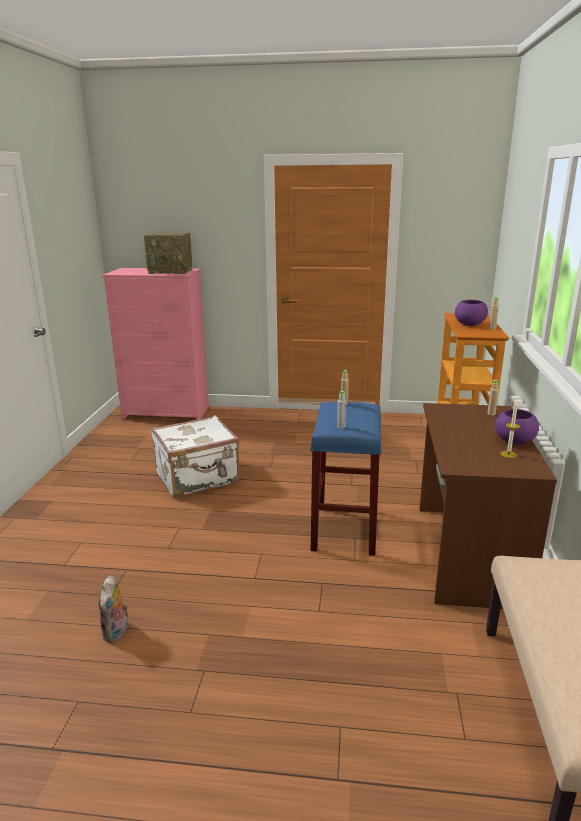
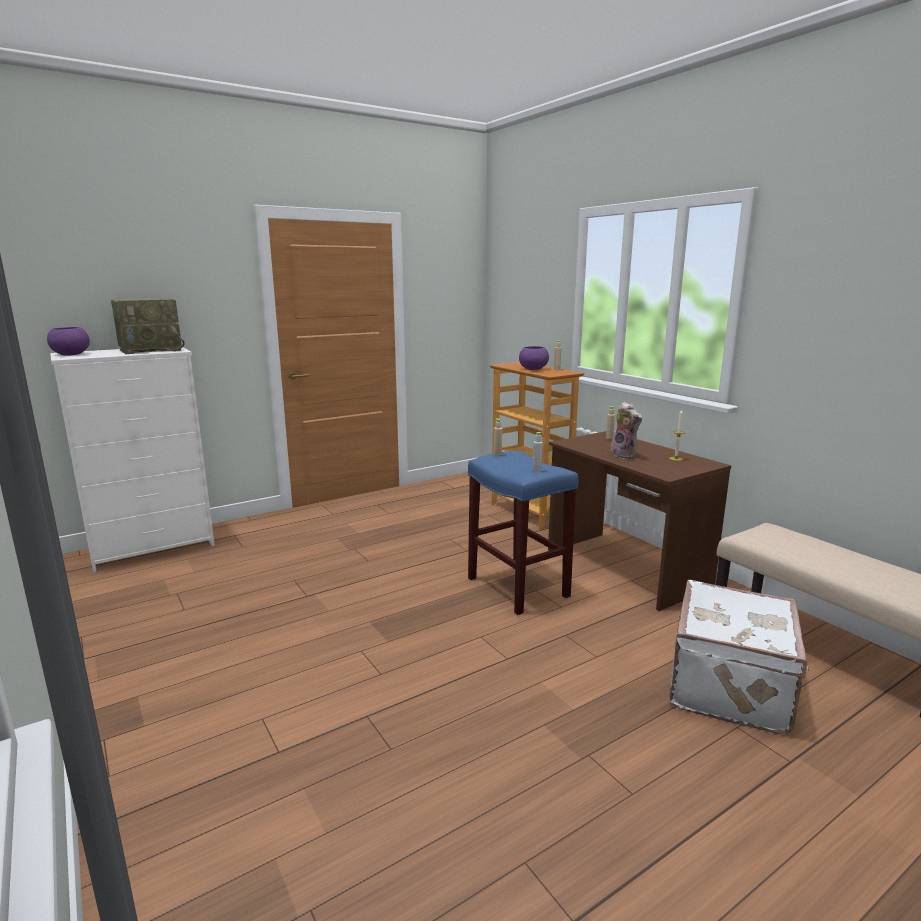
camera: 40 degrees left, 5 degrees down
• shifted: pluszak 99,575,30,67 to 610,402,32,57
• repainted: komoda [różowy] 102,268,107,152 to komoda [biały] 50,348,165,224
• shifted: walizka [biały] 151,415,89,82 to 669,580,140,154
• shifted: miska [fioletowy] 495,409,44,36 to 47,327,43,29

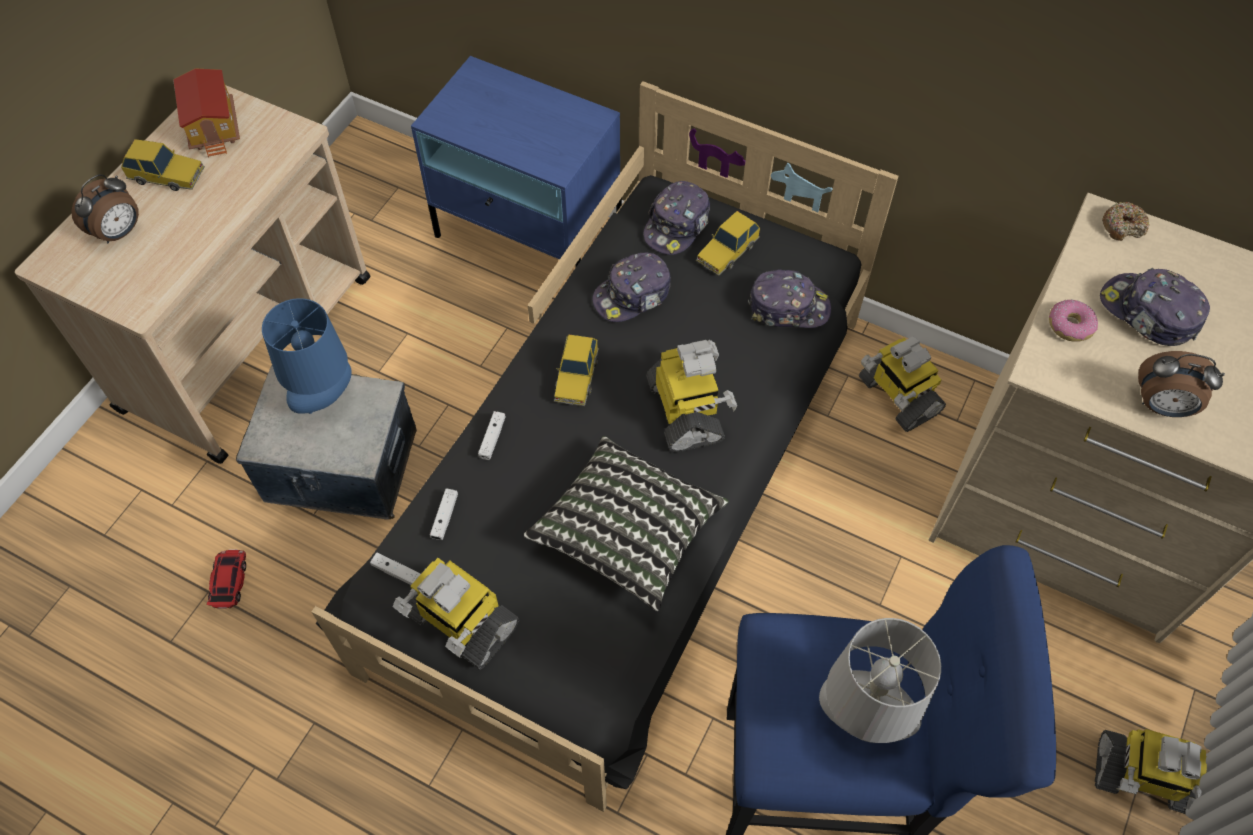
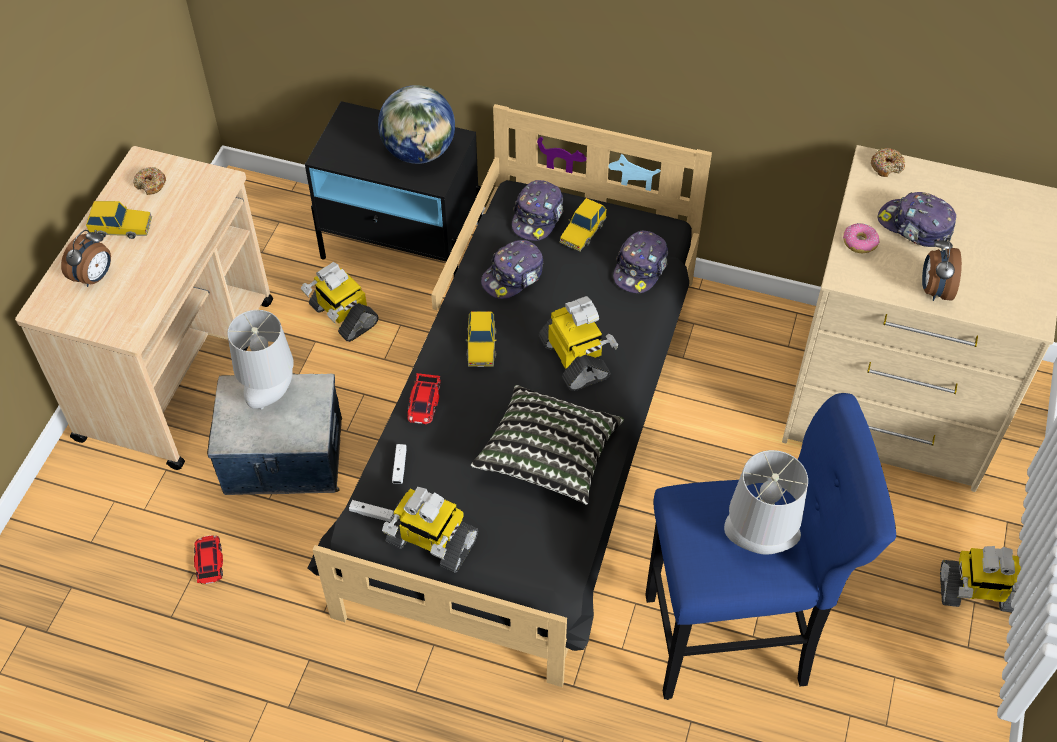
camera: 10 degrees left, 5 degrees down
• swapped: domek 173,68,67,90 to donut 133,167,33,28
• repainted: lampa stołowa [niebieski] 262,298,90,116 to lampa stołowa [szary] 227,310,67,100
• repainted: szafka nocna [niebieski] 411,56,211,211 to szafka nocna [czarny] 305,101,177,175
• swapped: pad do gier [biały] 478,411,28,49 to samochodzik 407,373,34,51
• rotated: czapka z daszkiem 748,270,83,58 = 613,231,55,62 120 degrees clockwise
• shifted: robot zabawkowy 859,336,87,96 to 301,262,78,80
• rotated: budzik 1138,351,87,66 = 922,237,40,64 90 degrees clockwise
• new: globus 378,85,77,79

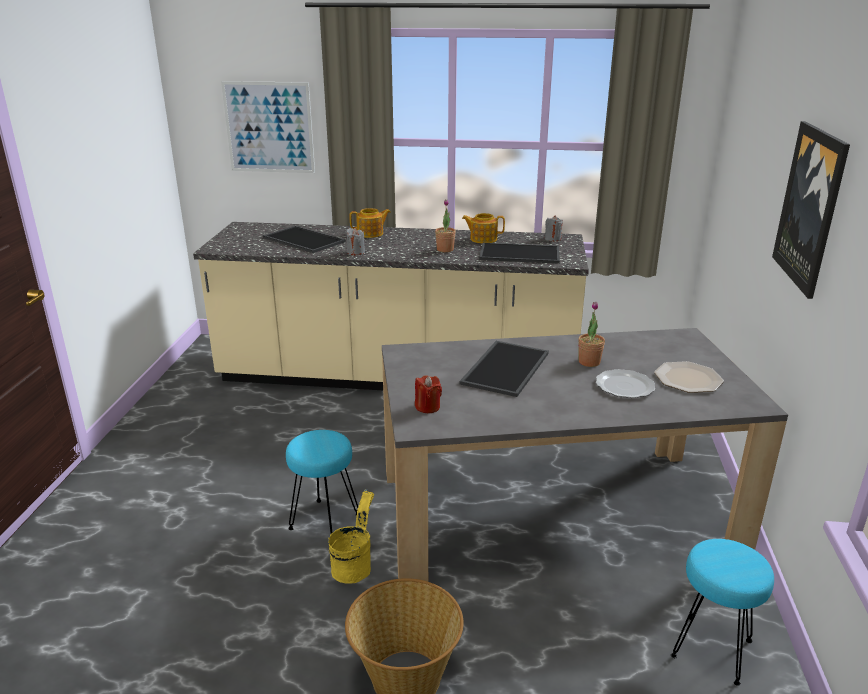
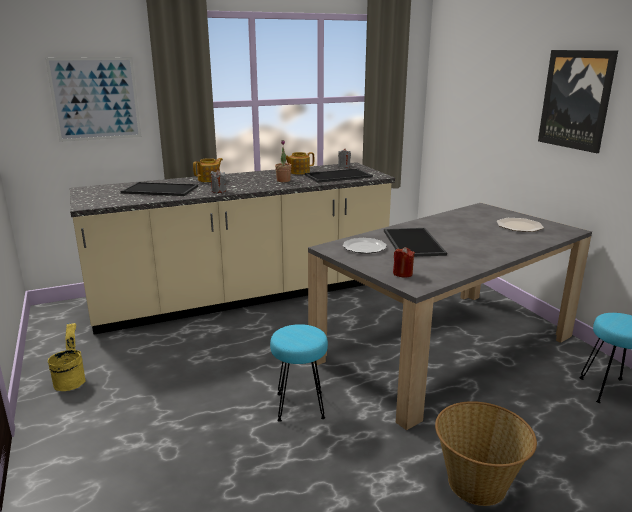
camera: 30 degrees left, 5 degrees down
• shifted: wiadro [żółty] 328,489,46,95 to 48,323,38,68
• gone: roślina doniczkowa 578,302,27,65
• shifted: talerz 596,369,59,29 to 343,238,44,16

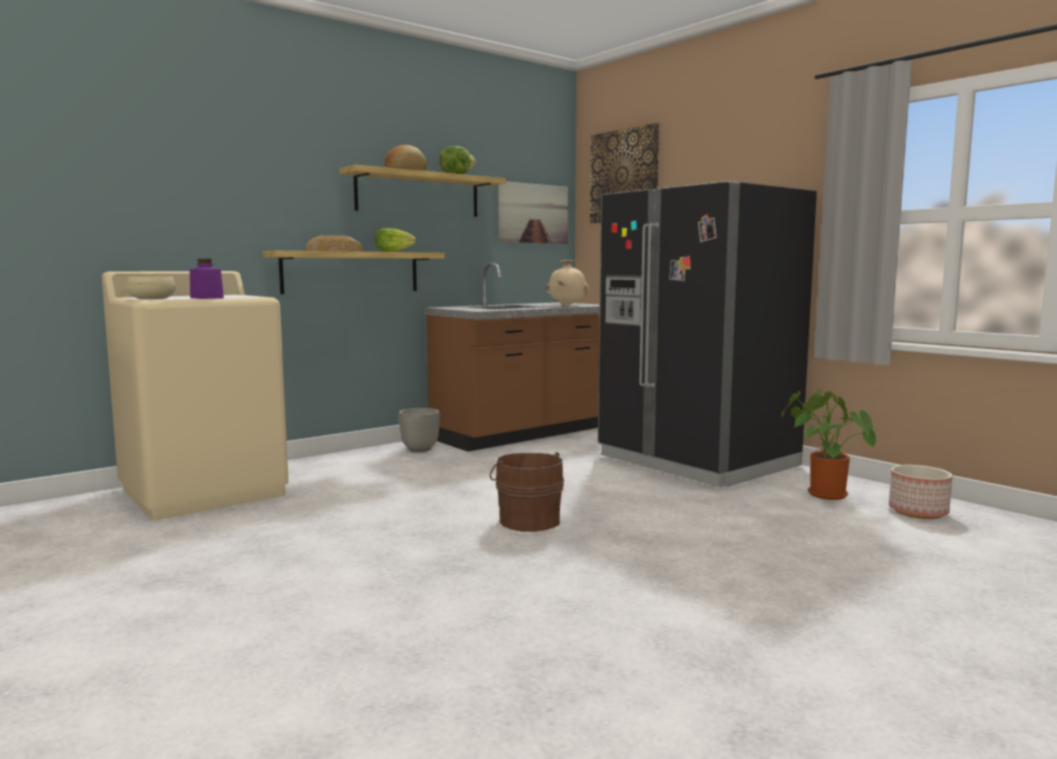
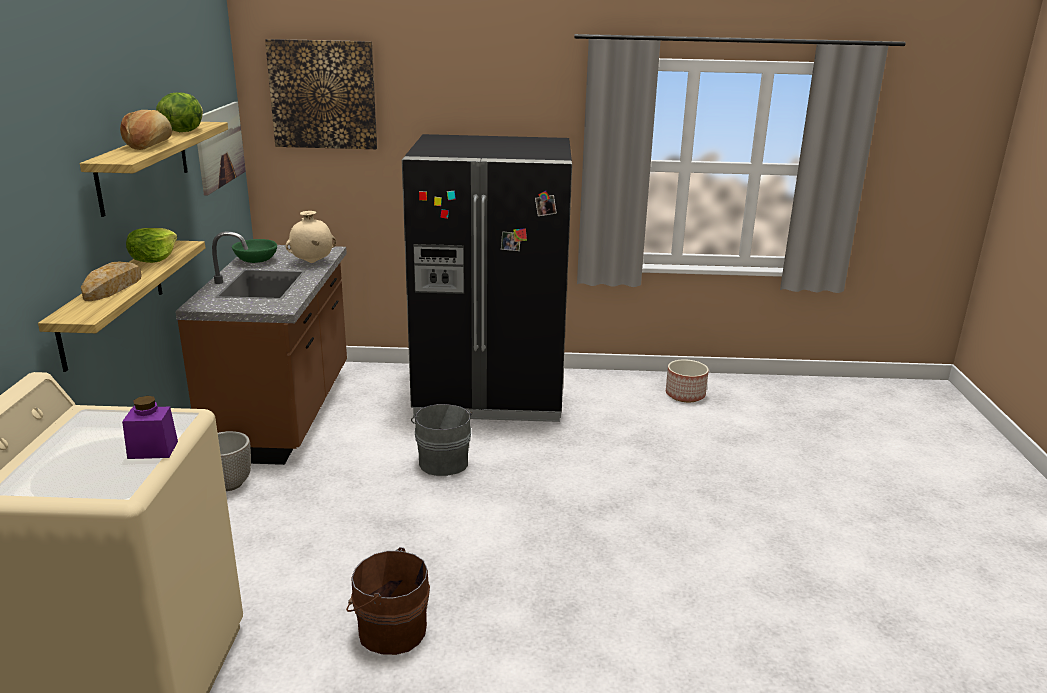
camera: 50 degrees left, 15 degrees up
• gone: miska [beżowy] 126,276,50,24
• shifted: wiadro [brązowy] 490,452,74,80 to 346,547,84,108
• gone: roślina doniczkowa 781,389,95,111
• new: miska [zielony] 232,239,45,24
• new: wiadro [szary] 411,404,62,72

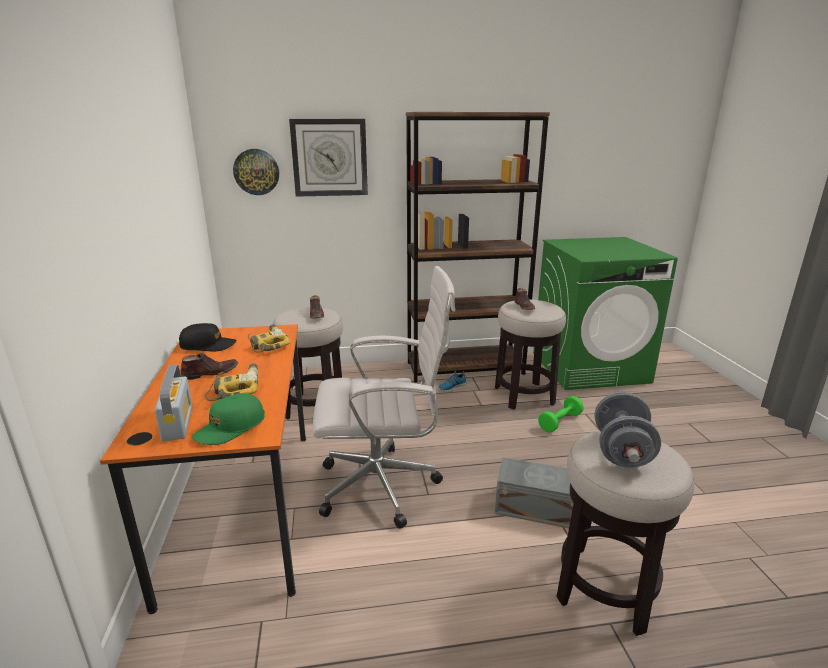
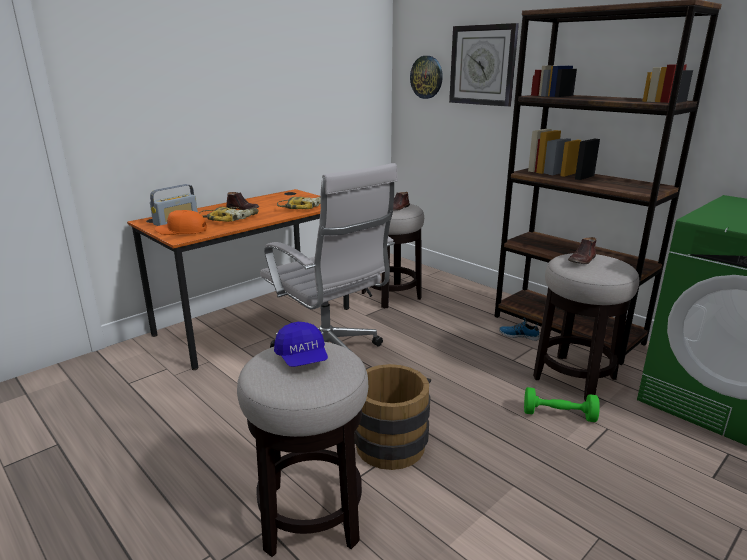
camera: 55 degrees right, 0 degrees up
• gone: czapka z daszkiem [czarny] 179,323,58,29
• repainted: czapka z daszkiem [zielony] 191,393,74,52 to czapka z daszkiem [pomarańczowy] 155,210,52,25
• swapped: pojemnik do przechowywania [szary] 495,457,79,71 to wiadro [brązowy] 354,364,77,106
• swapped: hantel [szary] 595,392,66,76 to czapka z daszkiem [niebieski] 274,322,54,45

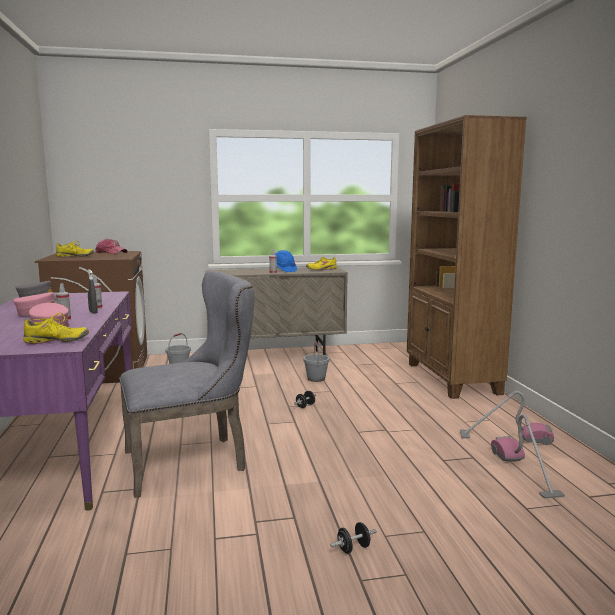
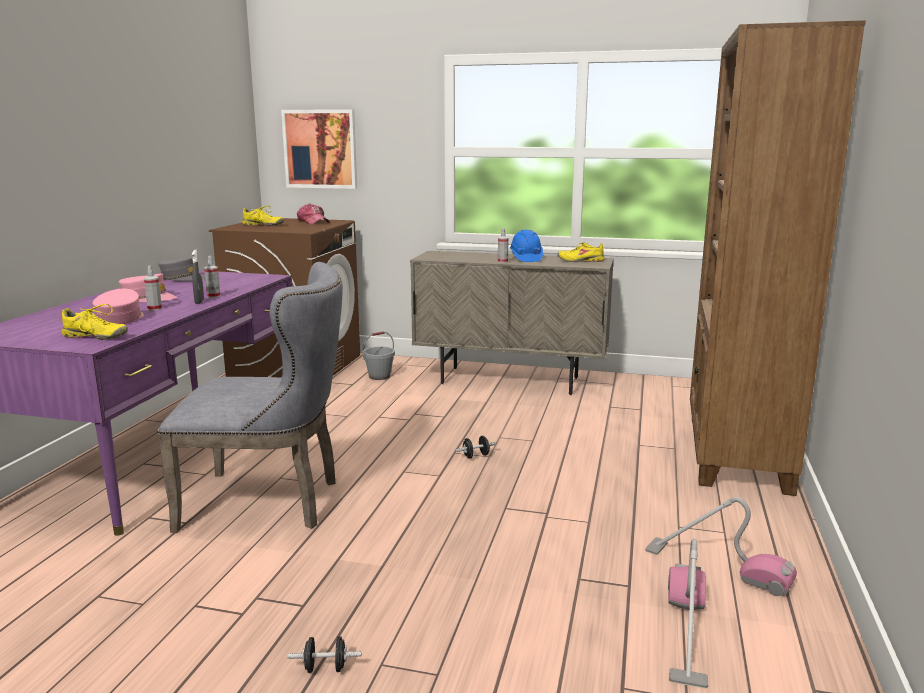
camera: 25 degrees right, 5 degrees up
• gone: wiadro [szary] 303,341,27,41
• new: obraz 281,109,76,80

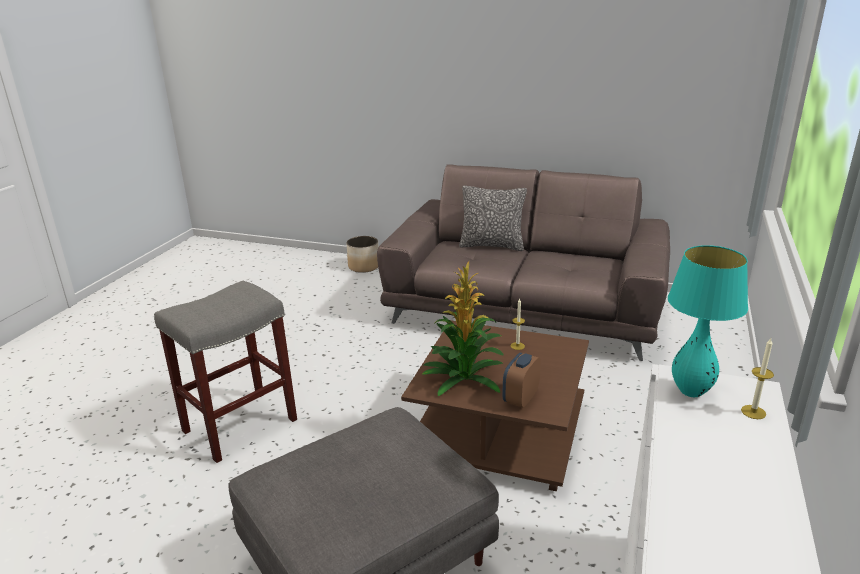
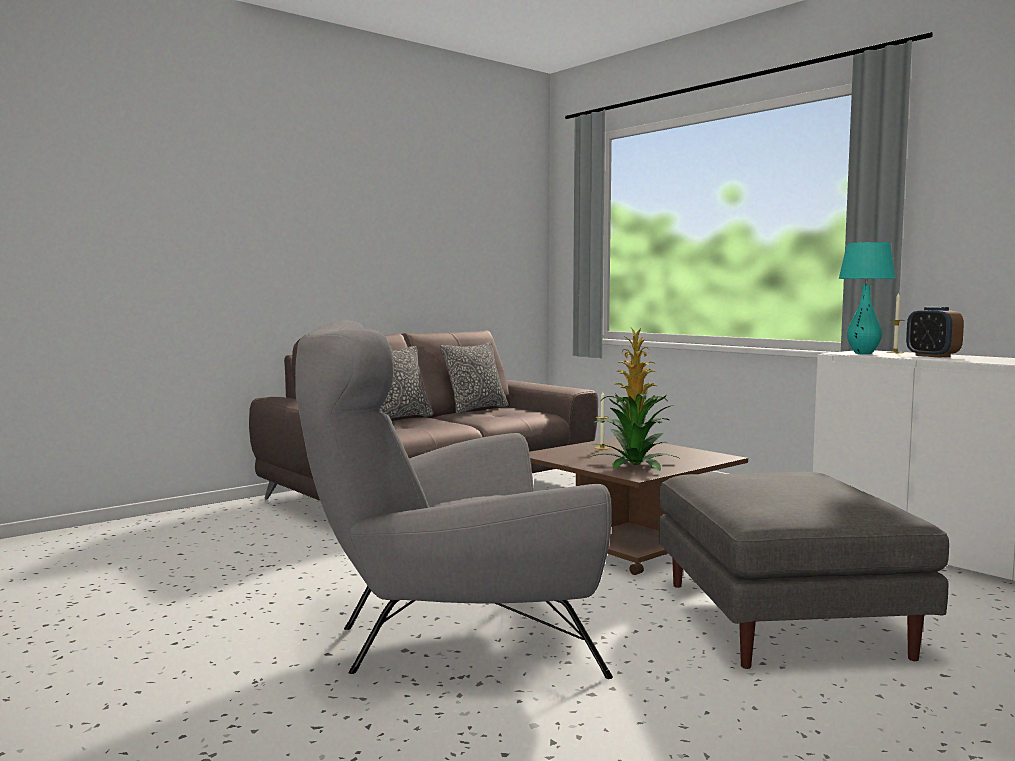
camera: 60 degrees left, 20 degrees down
• swapped: stołek [szary] 154,281,143,182 to fotel [szary] 295,320,318,359
• gone: donica 346,236,32,37
• shifted: budzik 502,353,39,55 to 906,307,58,51
• new: poduszka 440,342,68,72

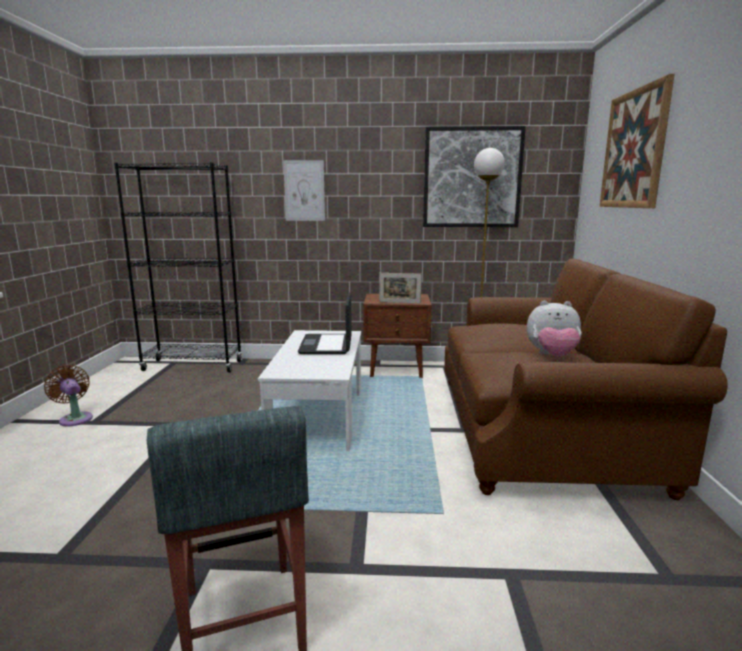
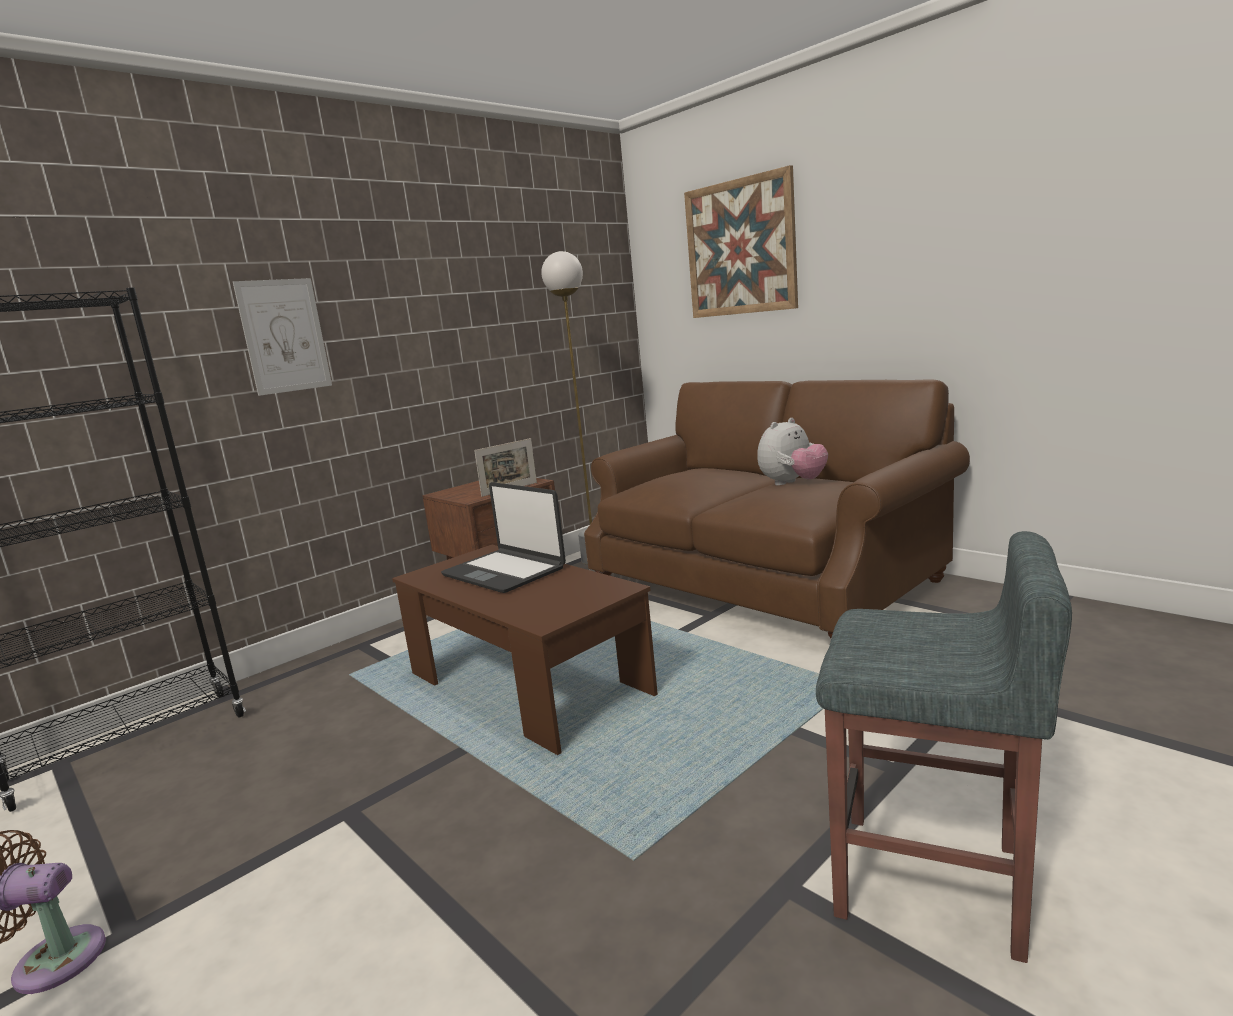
camera: 45 degrees left, 0 degrees up
• repainted: ława [biały] 258,330,103,121 to ława [brązowy] 392,545,266,210
• gone: obraz 423,126,103,101

